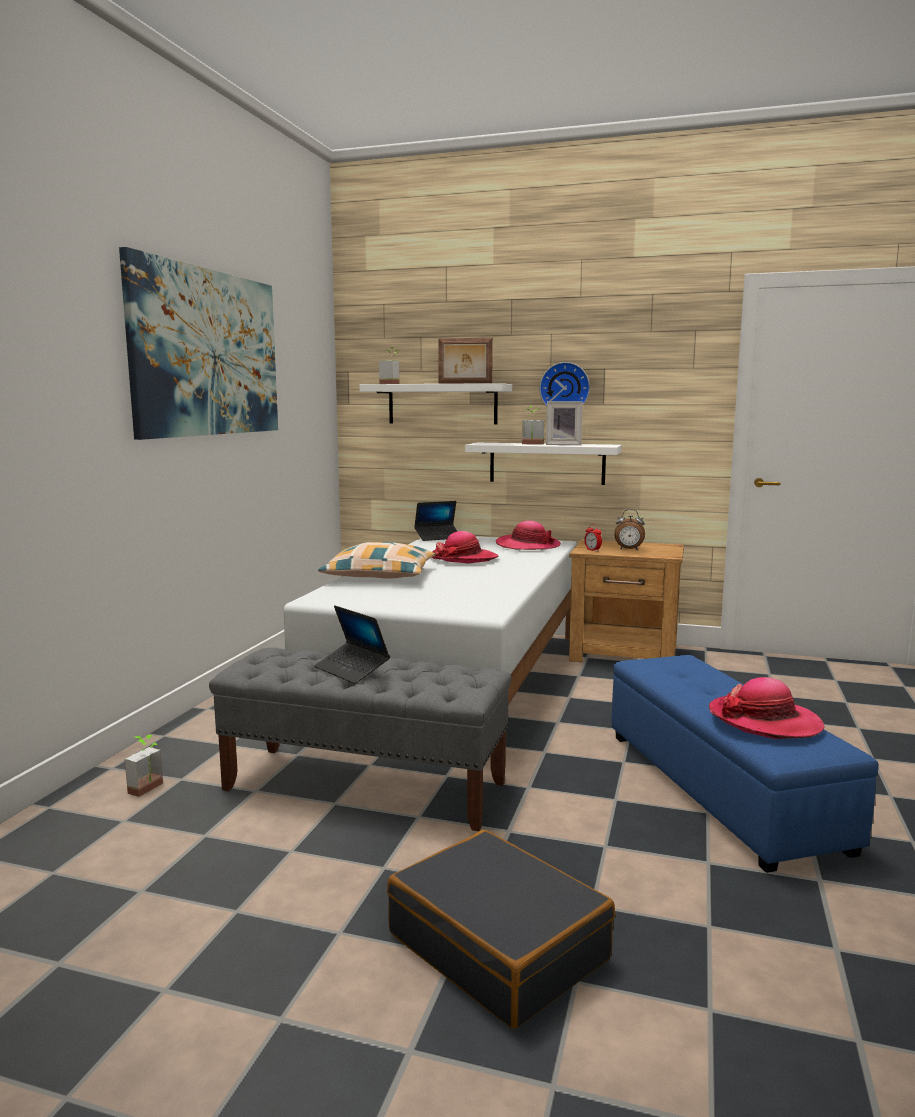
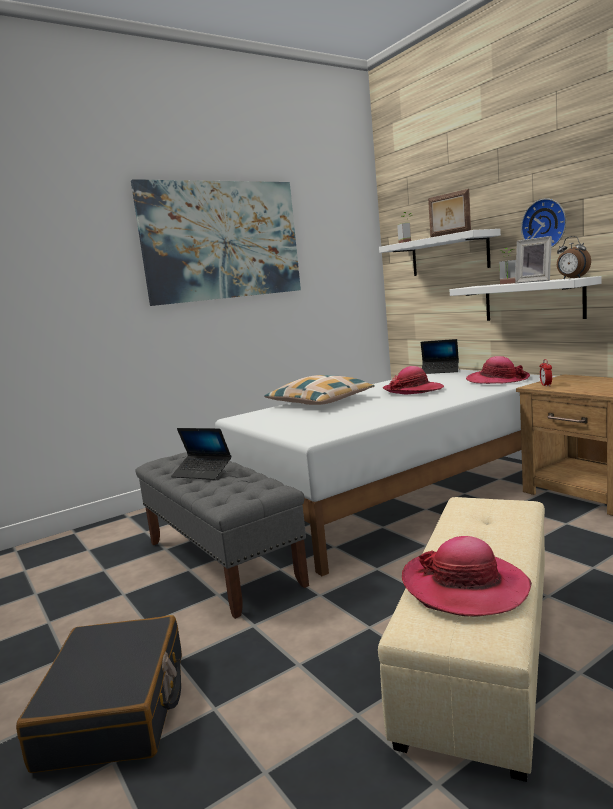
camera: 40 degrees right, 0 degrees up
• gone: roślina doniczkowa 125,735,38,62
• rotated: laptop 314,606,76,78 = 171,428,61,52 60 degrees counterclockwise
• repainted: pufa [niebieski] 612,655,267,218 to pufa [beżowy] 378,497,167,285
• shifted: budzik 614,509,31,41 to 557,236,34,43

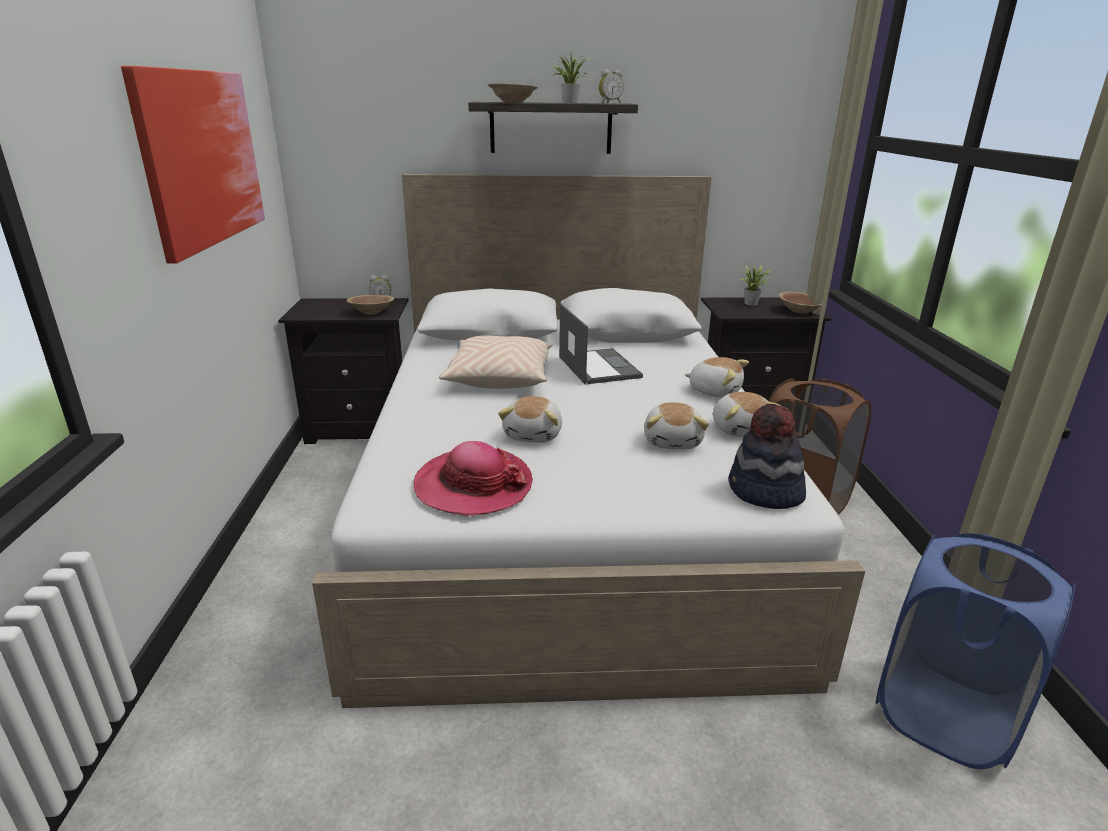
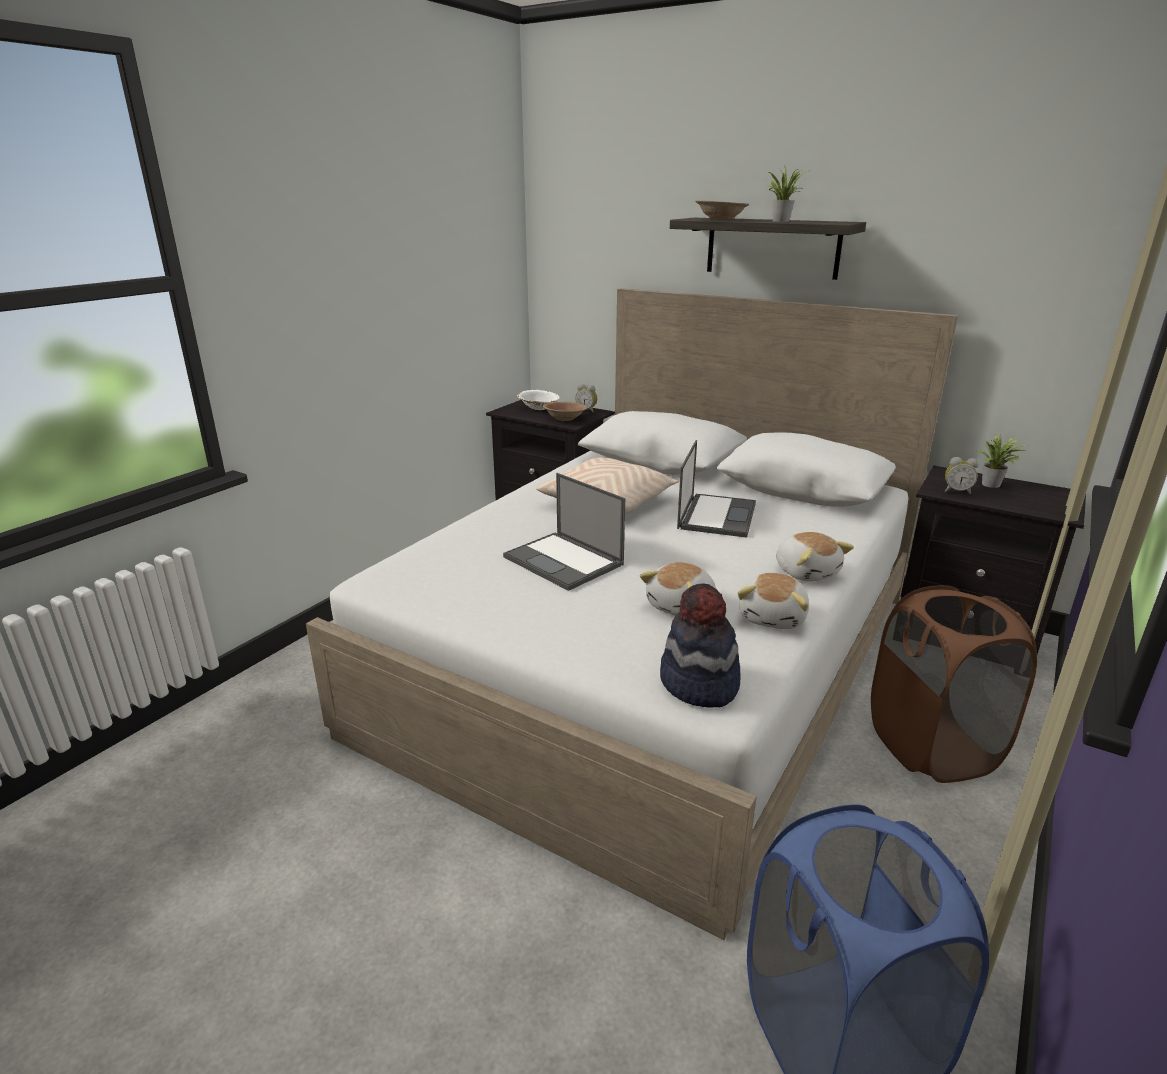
camera: 35 degrees right, 0 degrees up
• gone: obraz 121,66,144,197
• gone: kapelusz 414,441,119,75
• swapped: pluszak 498,396,64,47 to laptop 503,473,122,118
• shifted: budzik 599,69,25,34 to 945,457,34,38
• gone: miska [brązowy] 779,292,43,22
• new: miska [biały] 517,390,43,20

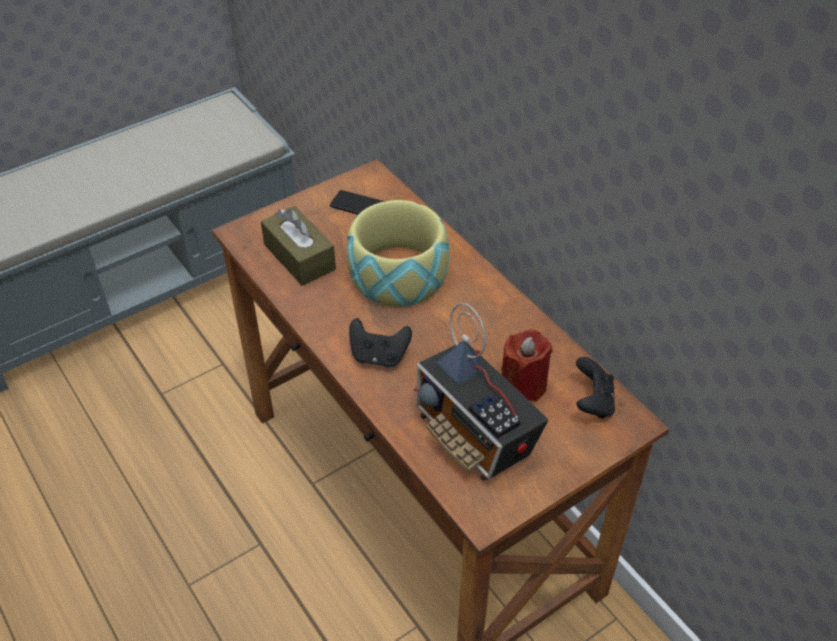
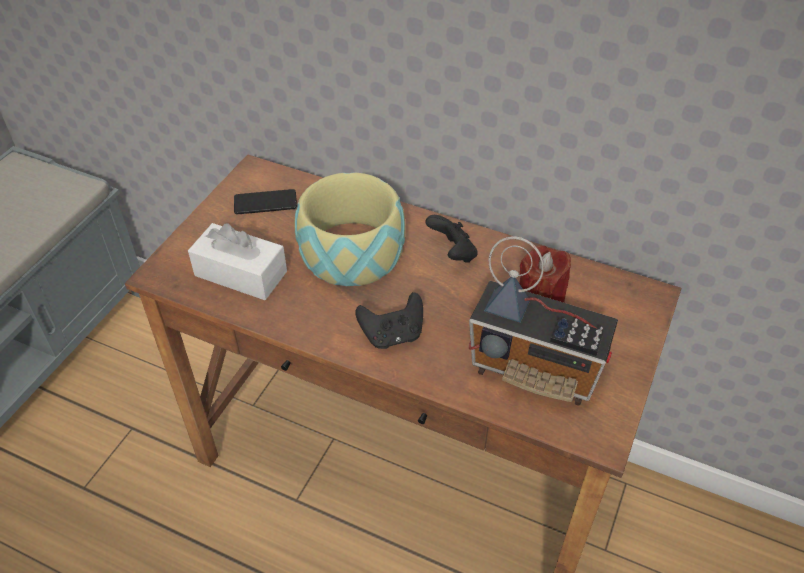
camera: 30 degrees left, 0 degrees up
• repainted: pudełko chusteczek [brązowy] 261,206,75,80 to pudełko chusteczek [biały] 188,223,99,77
• shifted: pad do gier [czarny] 576,357,39,62 to 425,215,52,48

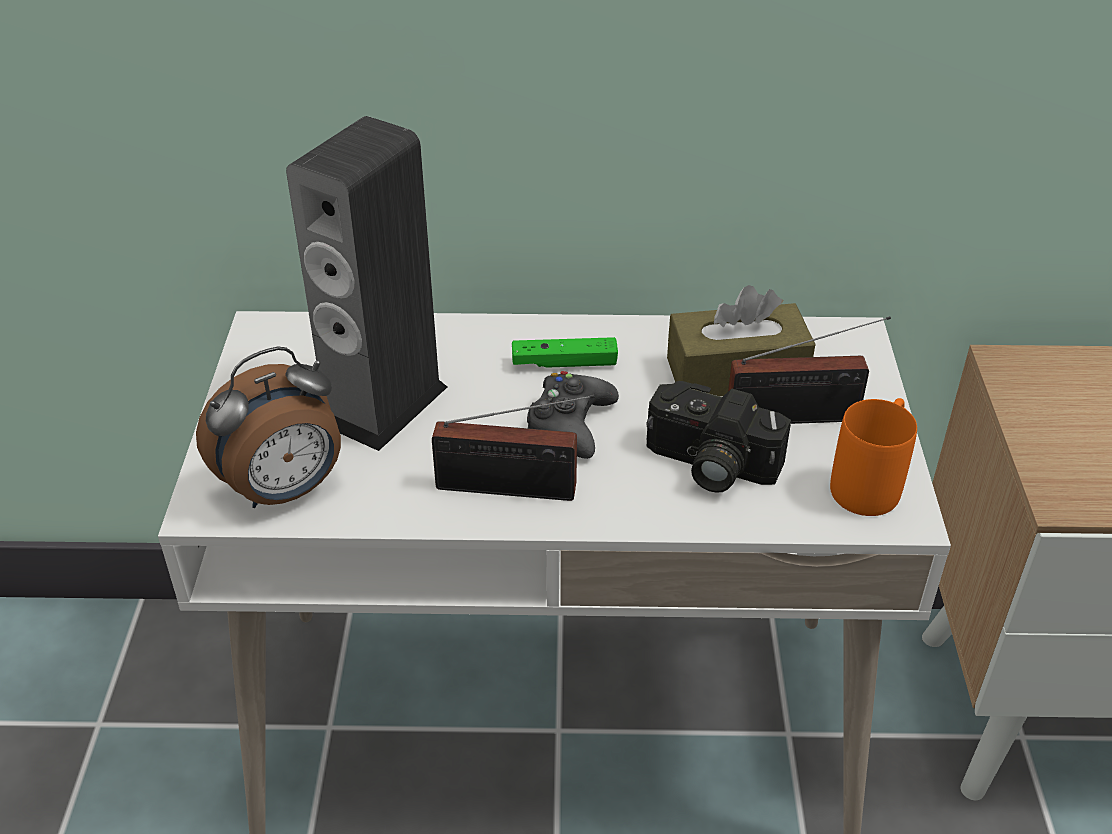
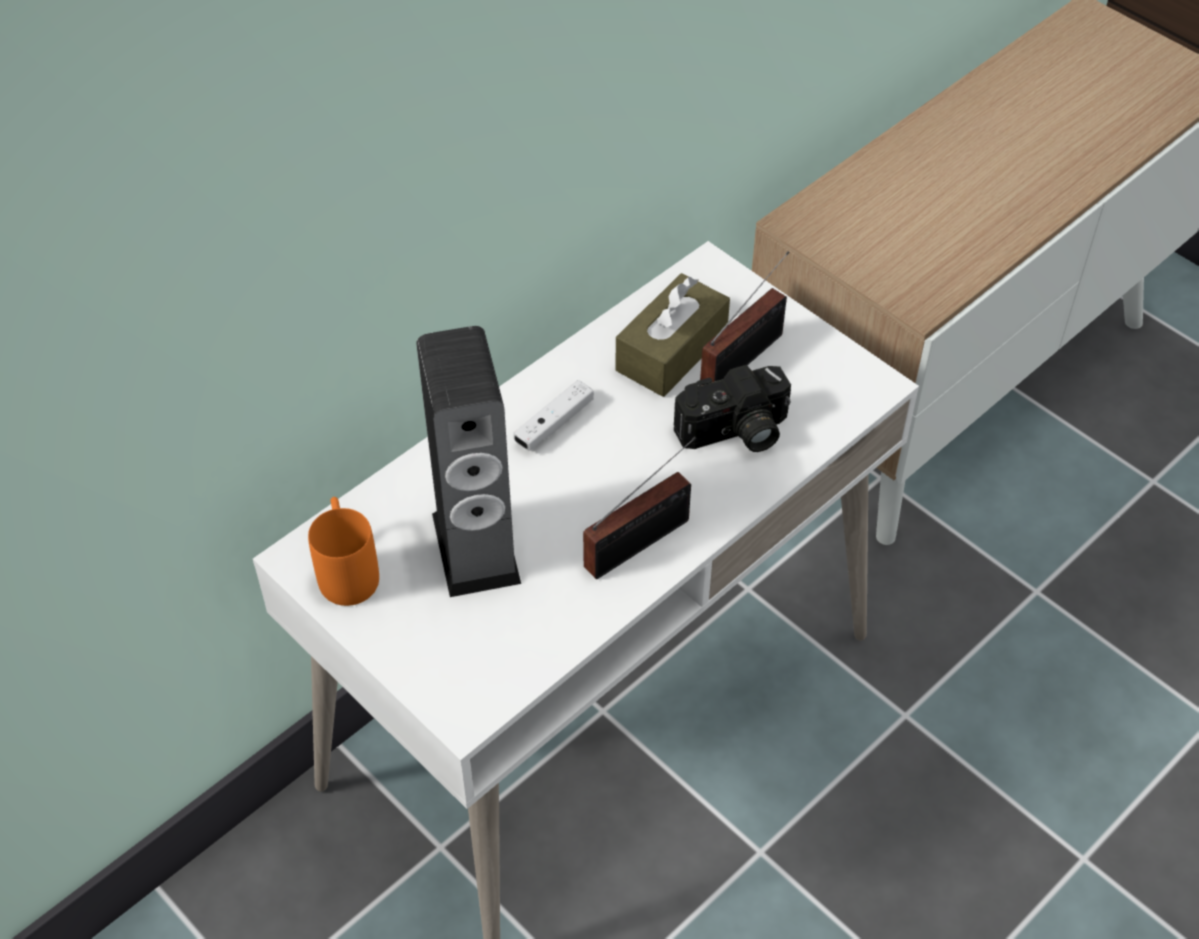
camera: 45 degrees left, 10 degrees up
• gone: budzik 196,347,145,161
• repainted: pad do gier [zielony] 512,337,106,31 to pad do gier [biały] 514,380,80,71
• gone: pad do gier [czarny] 527,371,92,88
• shifted: kubek [pomarańczowy] 830,398,87,118 to 308,497,71,109

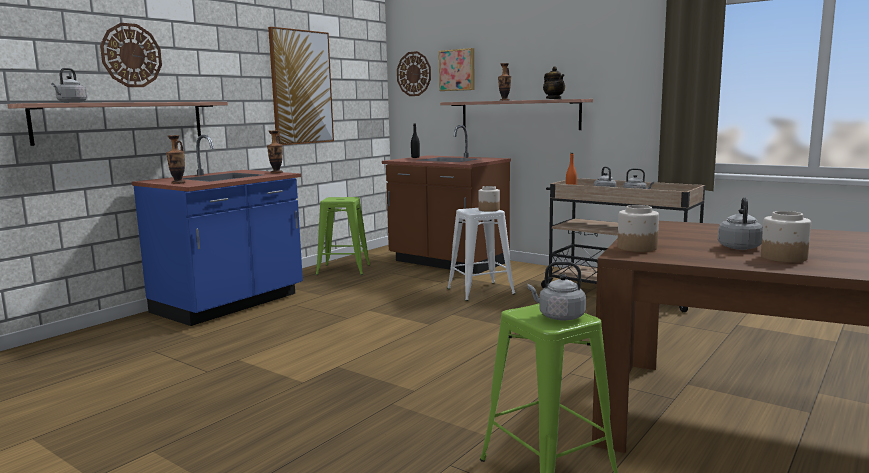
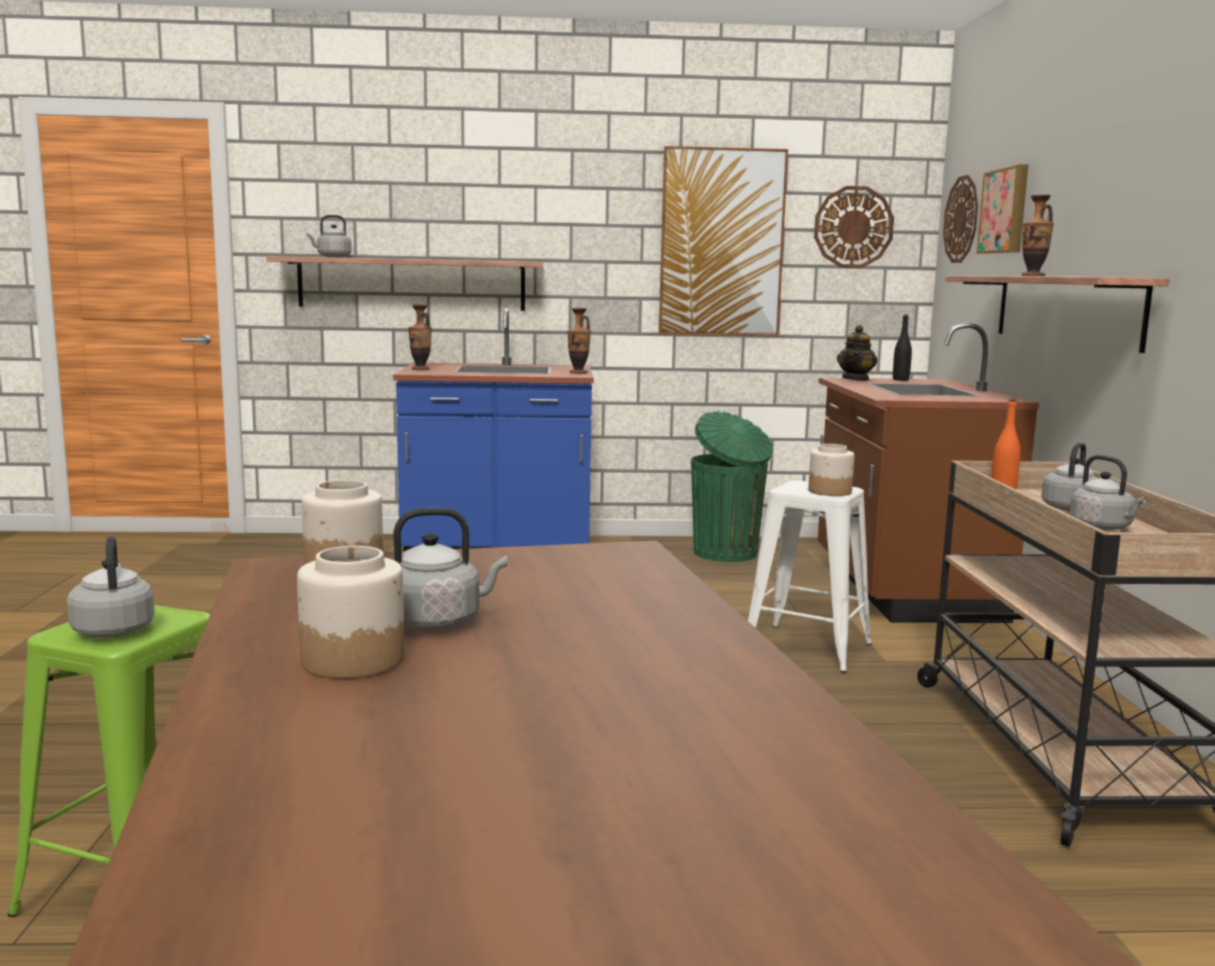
camera: 50 degrees right, 0 degrees up
• shifted: zegar ścienny 100,23,62,64 to 814,186,80,82
• swapped: stołek [zielony] 316,197,54,78 to kosz na śmieci [zielony] 691,411,82,151
• shifted: imbryk 543,67,22,32 to 837,325,41,56

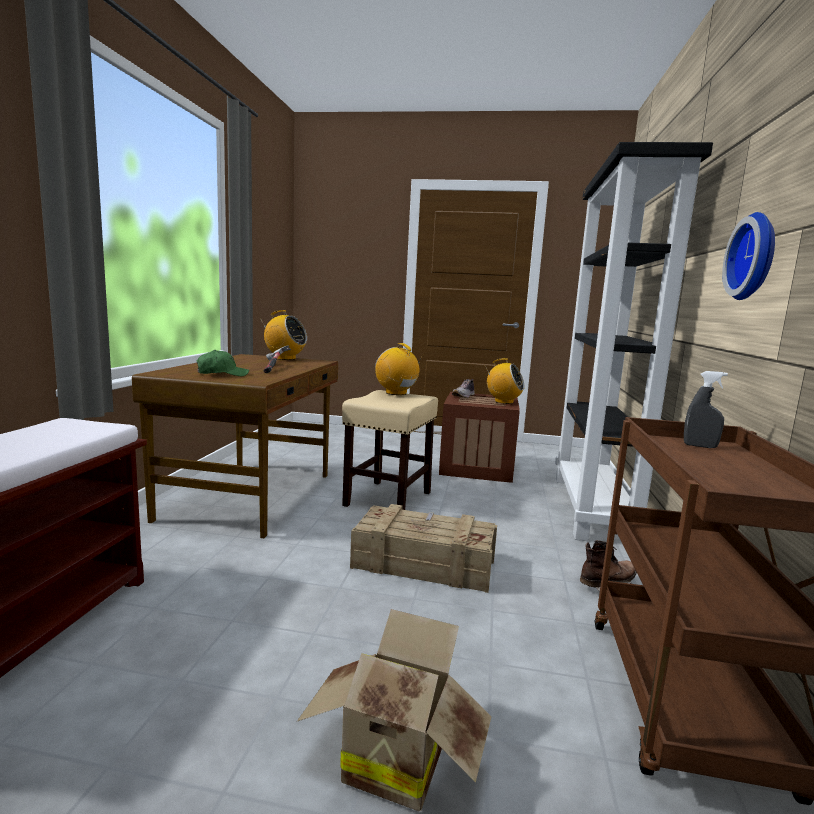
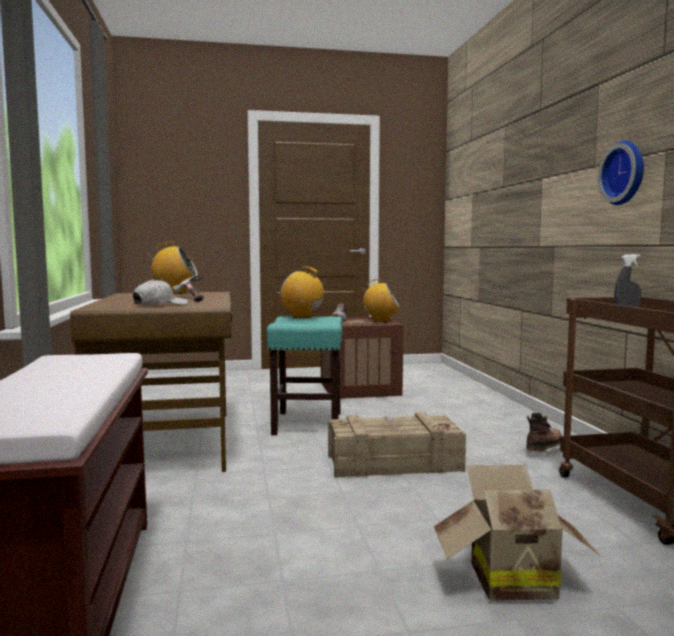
camera: 20 degrees left, 5 degrees down
• repainted: czapka z daszkiem [zielony] 197,350,52,26 to czapka z daszkiem [biały] 133,279,55,26
• repainted: stołek [beżowy] 342,390,96,120 to stołek [turkusowy] 267,316,75,119
• gone: regał [czarny] 555,142,158,399

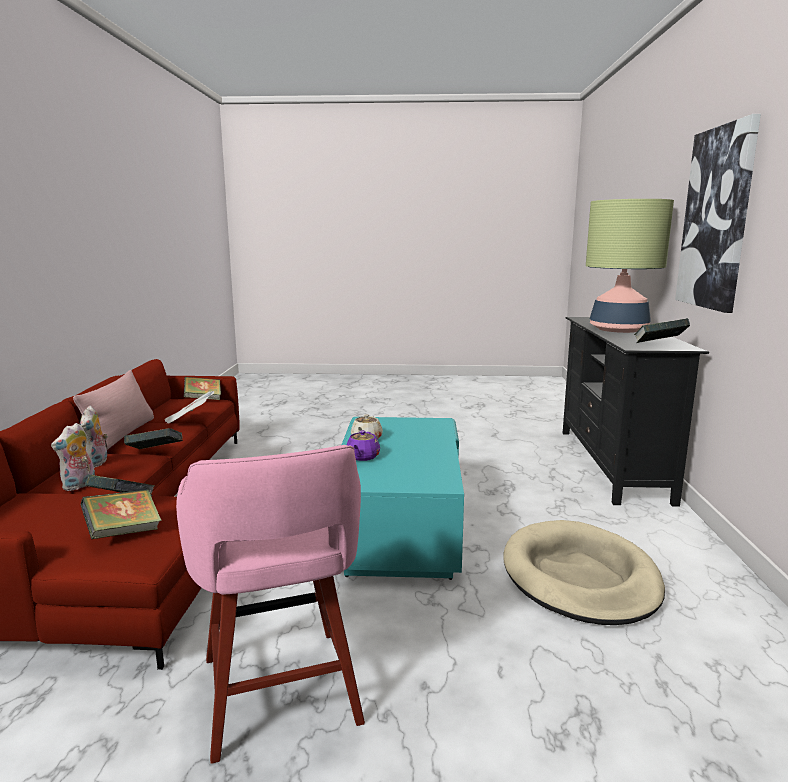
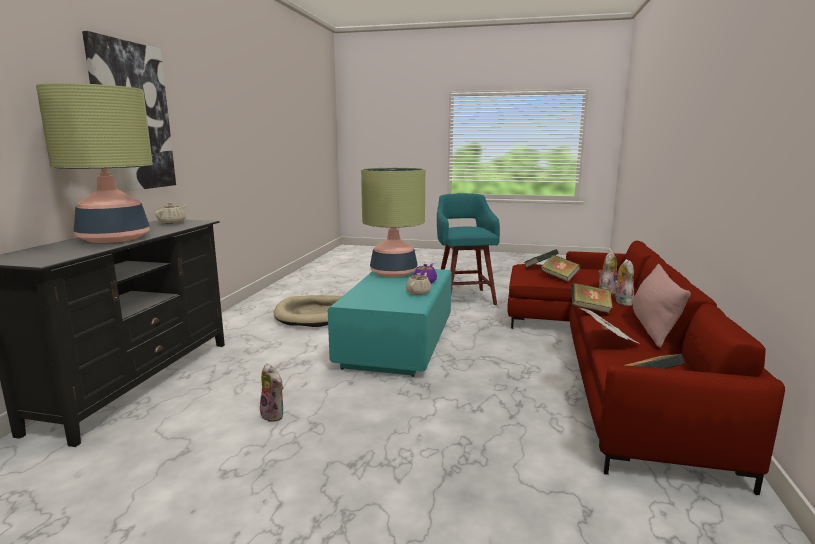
camera: 170 degrees left, 0 degrees up
• repainted: stołek [różowy] 176,445,189,319 to stołek [turkusowy] 437,193,63,112
• swapped: książka 634,318,56,25 to imbryk [beżowy] 155,202,32,22
• new: pluszak 260,363,23,59
• new: lampa stołowa 361,168,64,109

